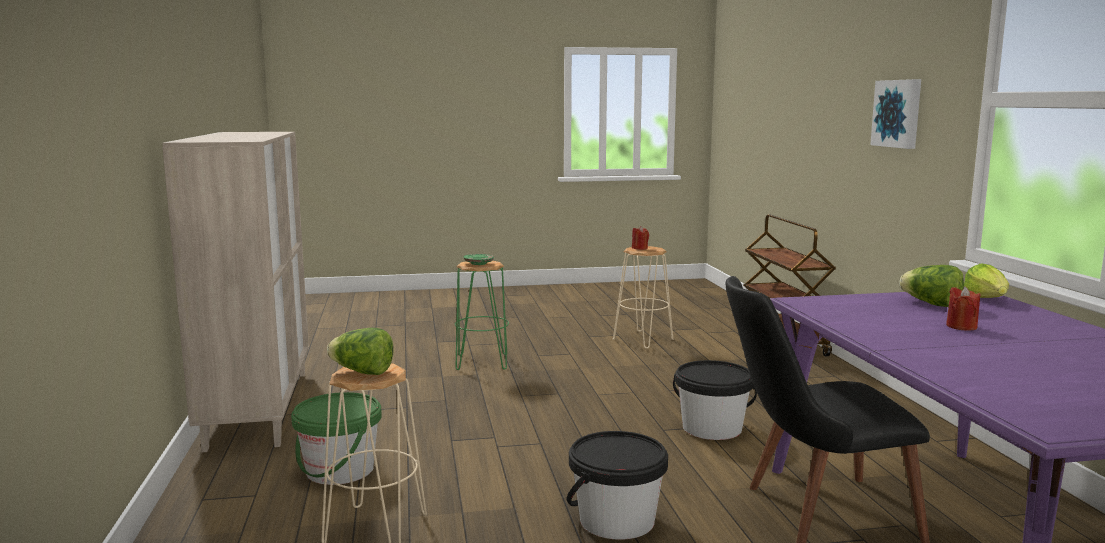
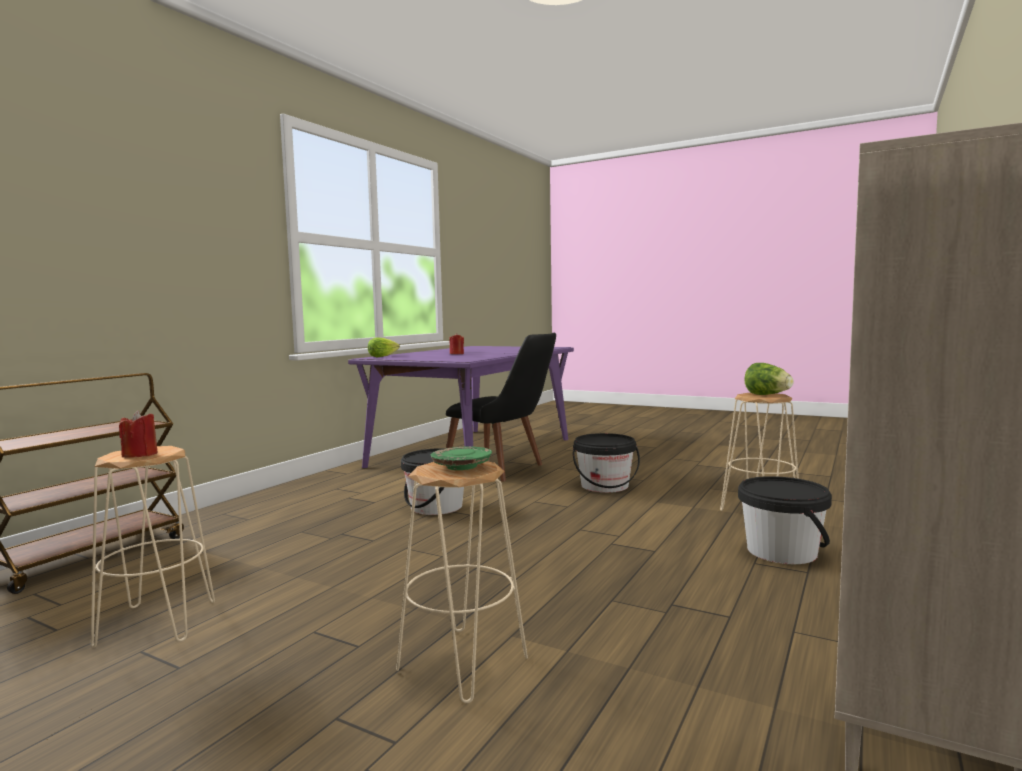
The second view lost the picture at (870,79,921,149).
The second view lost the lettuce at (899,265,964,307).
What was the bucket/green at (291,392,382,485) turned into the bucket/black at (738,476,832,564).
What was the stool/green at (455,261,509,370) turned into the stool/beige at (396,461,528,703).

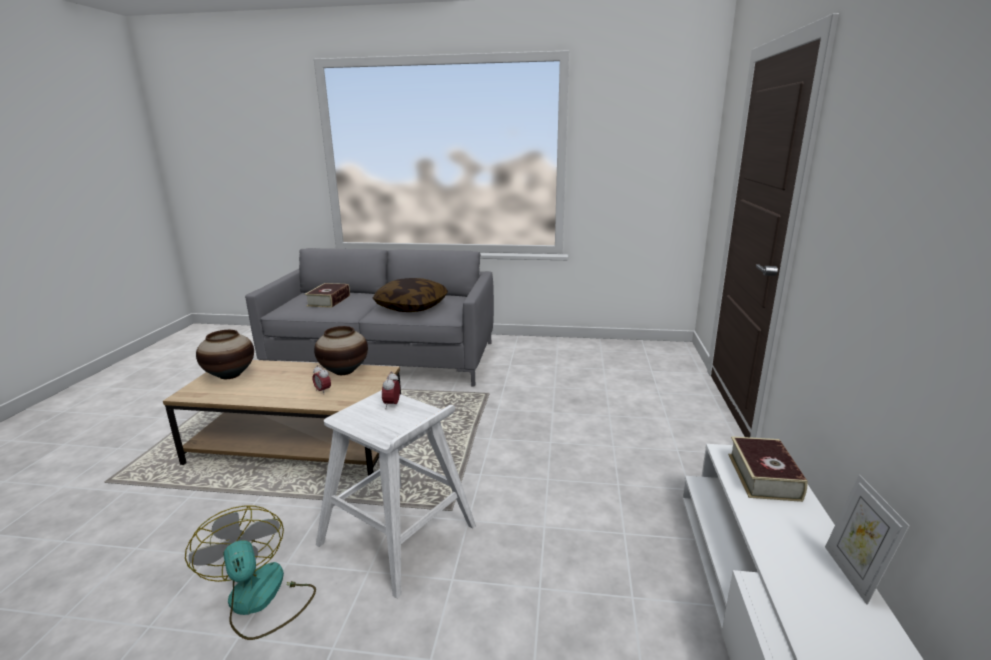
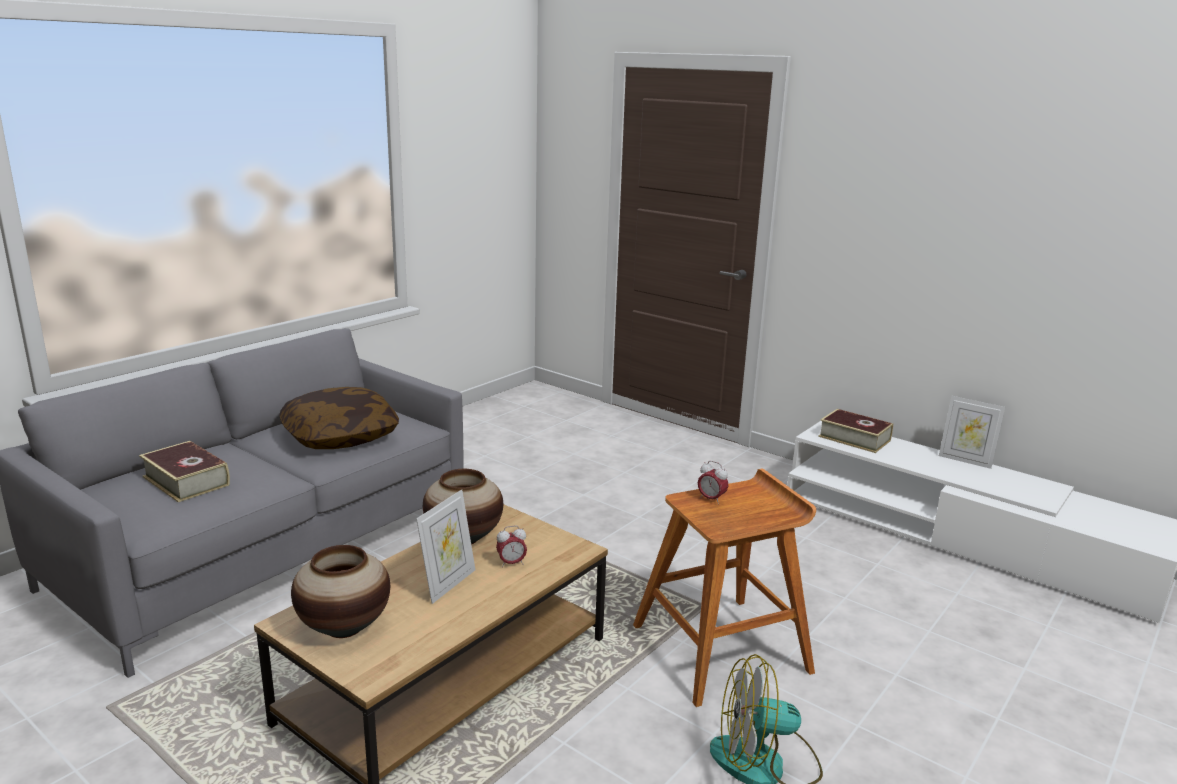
The second view gained the picture frame at (416,490,475,604).
What was the stool/white at (316,390,476,599) turned into the stool/brown at (633,469,816,707).

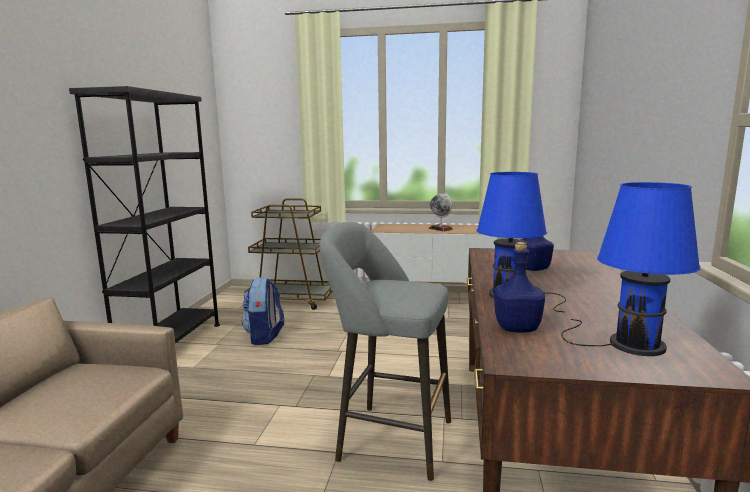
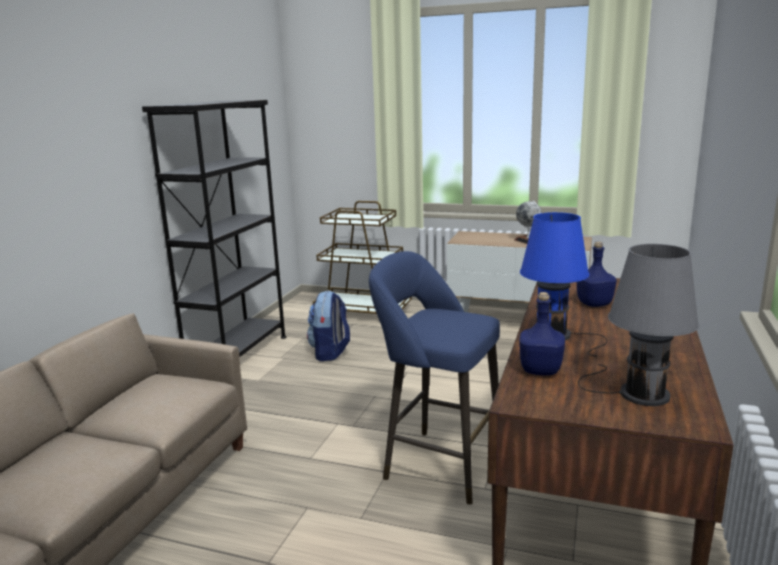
What was the stool/grey at (319,222,451,481) turned into the stool/blue at (369,251,500,505).
What was the table lamp/blue at (561,182,701,356) turned into the table lamp/grey at (578,244,699,406).

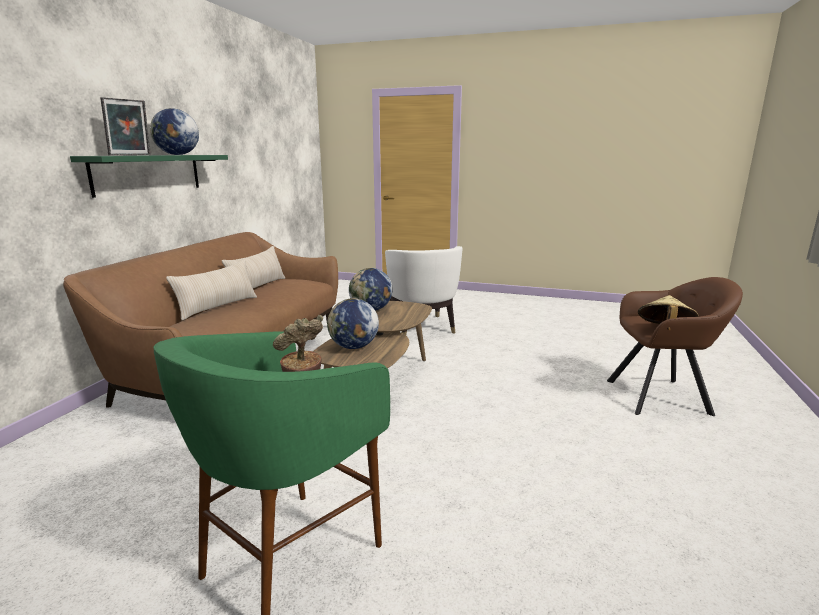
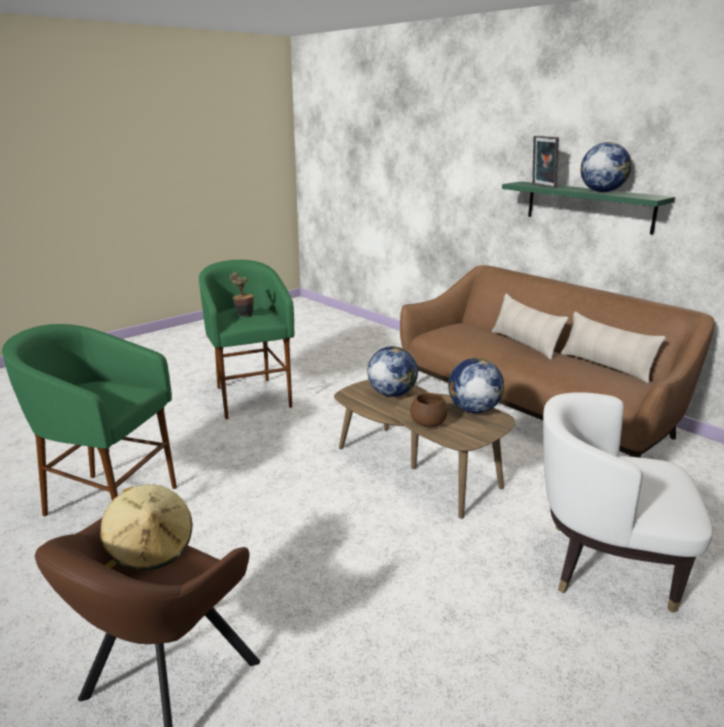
The second view gained the stool/green at (2,324,177,516).
The second view gained the bowl/brown at (410,393,447,427).

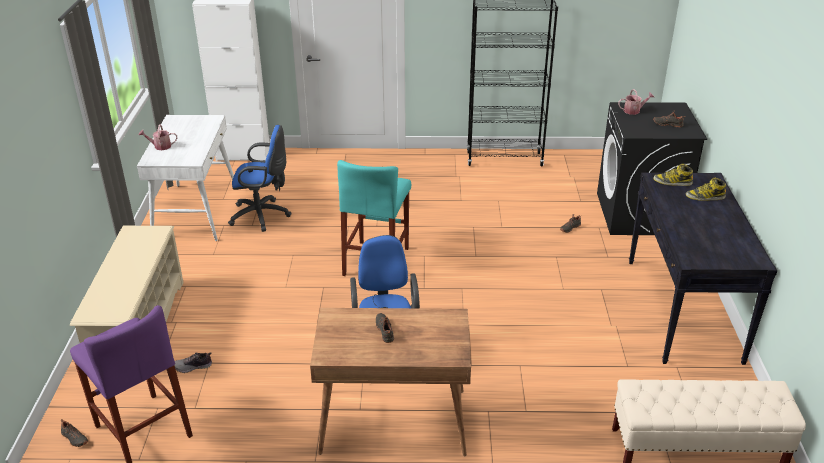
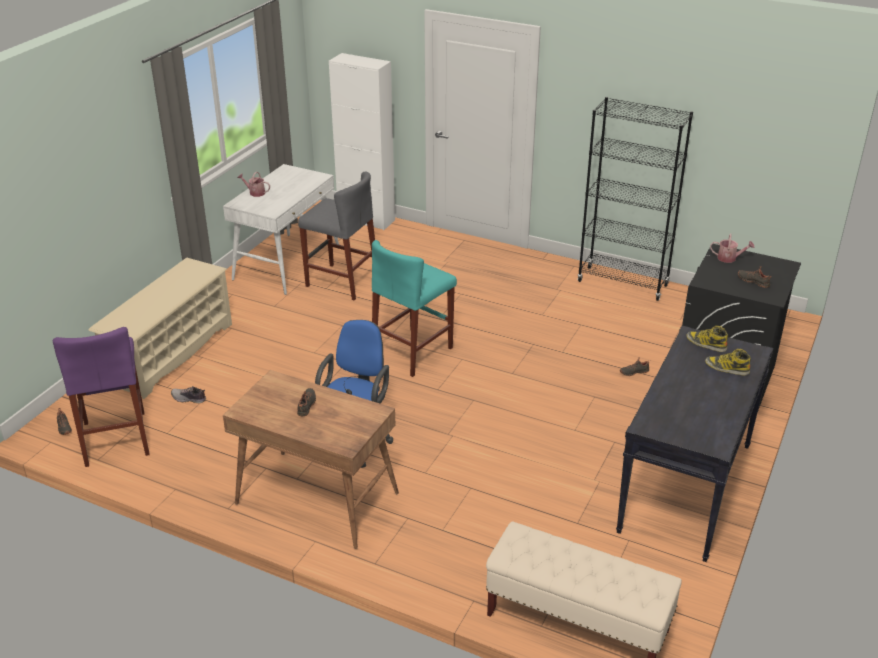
Where the office chair/blue stood at (228,125,291,232), the stool/grey came to stand at (298,171,375,301).

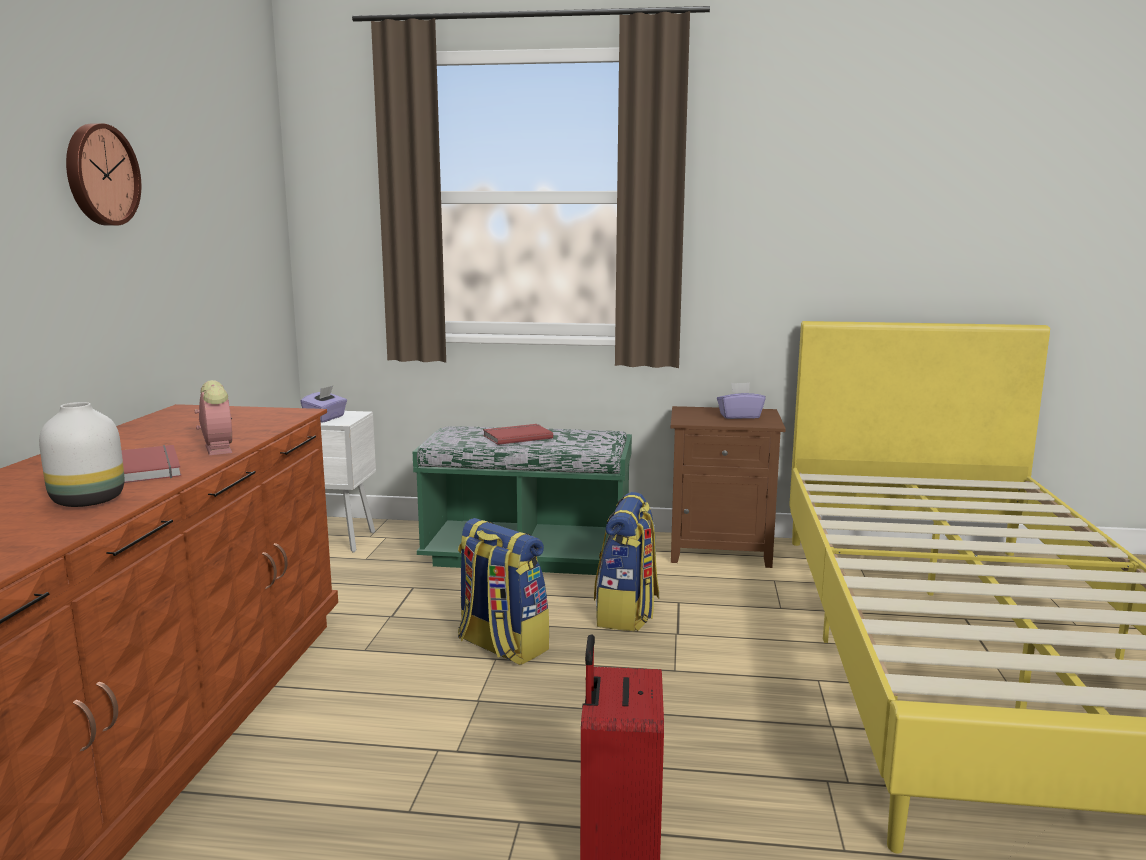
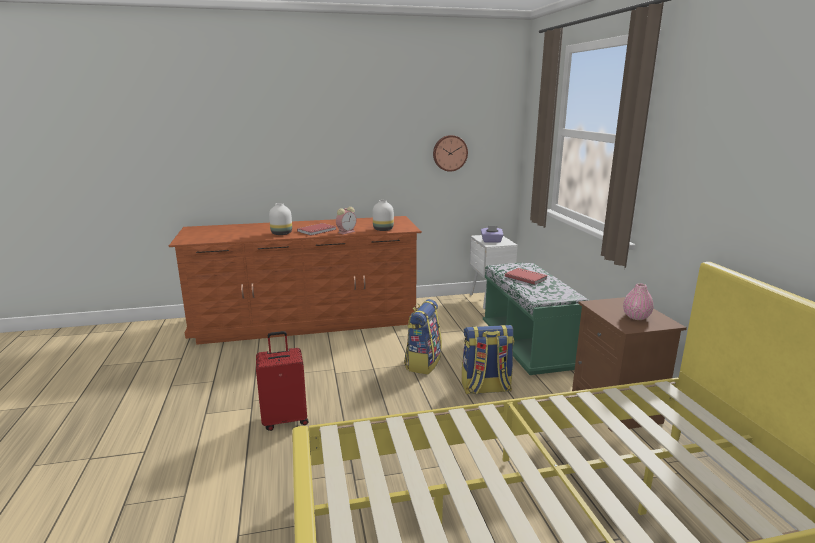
The second view gained the vase/white at (373,200,394,231).
The wall clock ended up elsewhere, having gone from (66,123,141,226) to (433,135,468,172).
Where the tissue box/purple stood at (717,383,766,419), the vase/pink came to stand at (623,283,654,320).

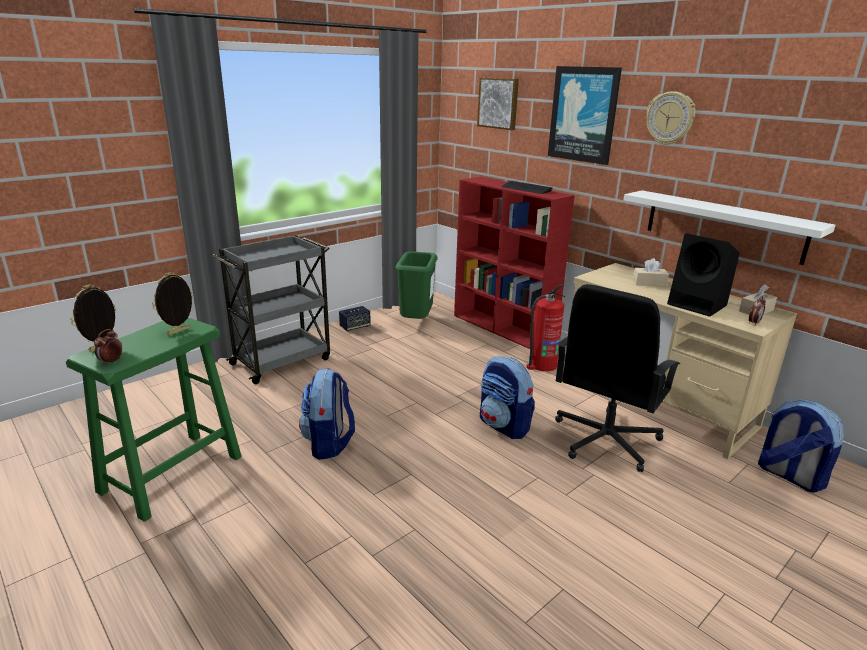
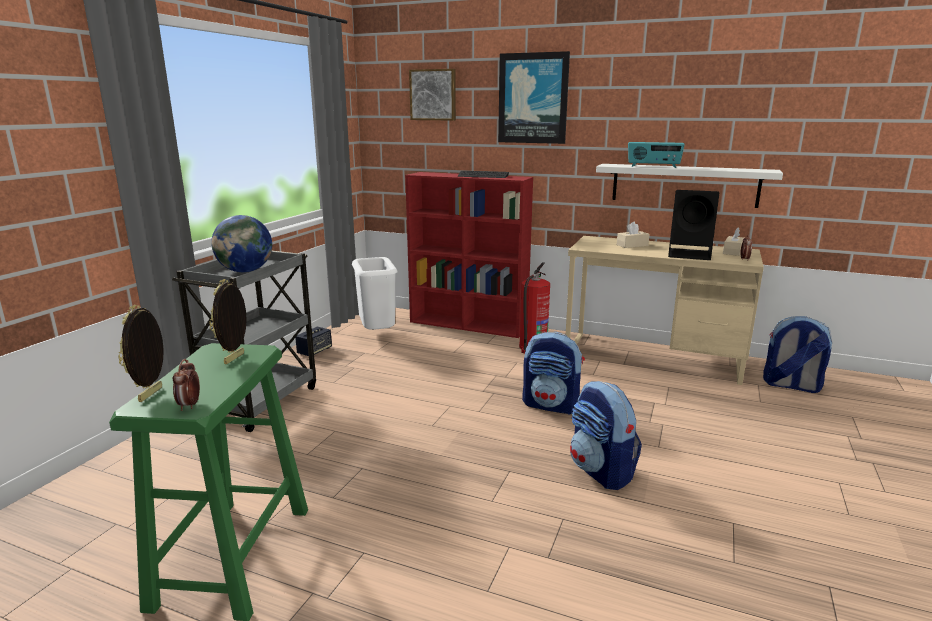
The second view lost the office chair/black at (555,284,680,472).
The second view lost the wall clock at (646,91,695,145).
The second view gained the globe at (211,215,272,272).
The second view gained the radio at (628,142,685,168).
The backpack ended up elsewhere, having gone from (299,368,355,460) to (570,381,642,490).
What was the trash can/green at (395,251,438,319) turned into the trash can/white at (352,257,397,330).

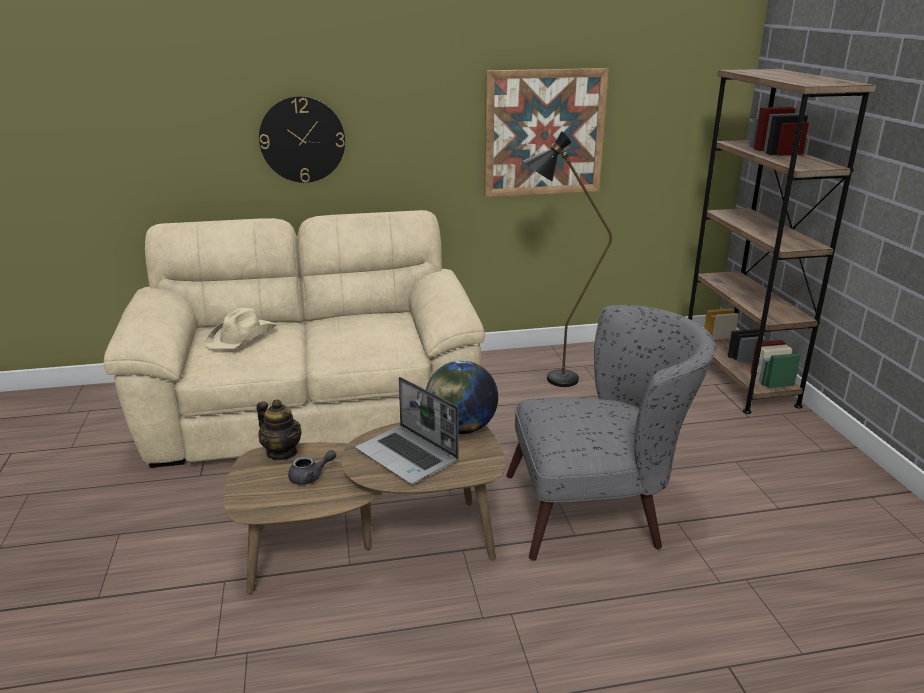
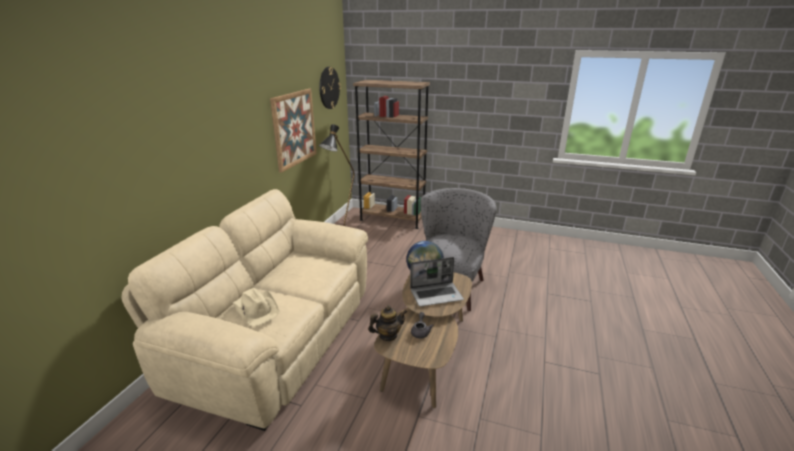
The wall clock ended up elsewhere, having gone from (259,96,345,183) to (319,67,341,109).

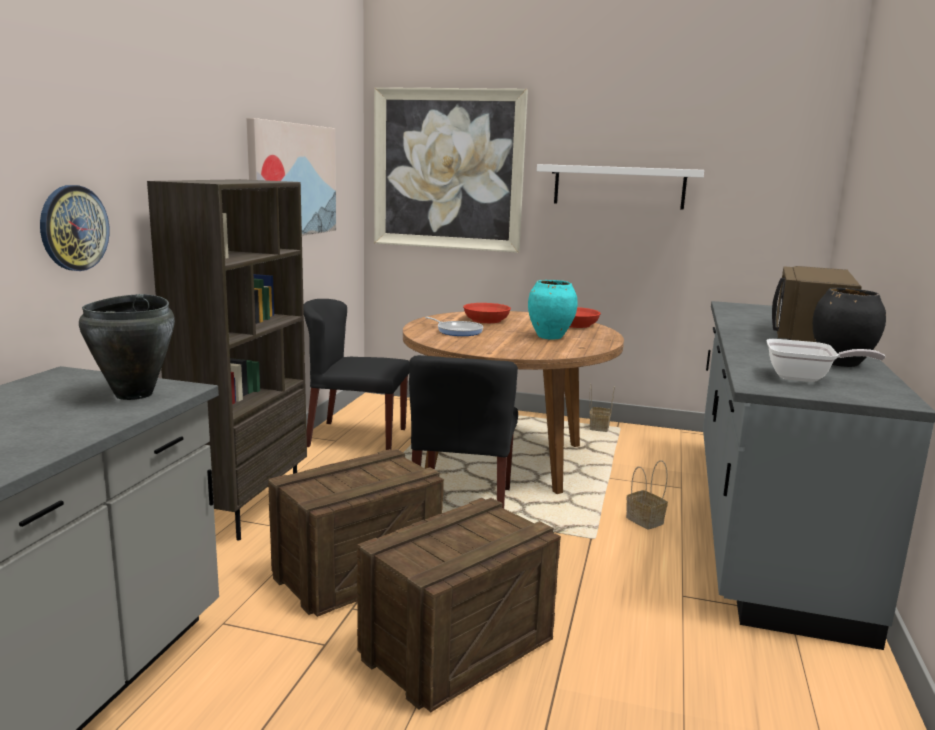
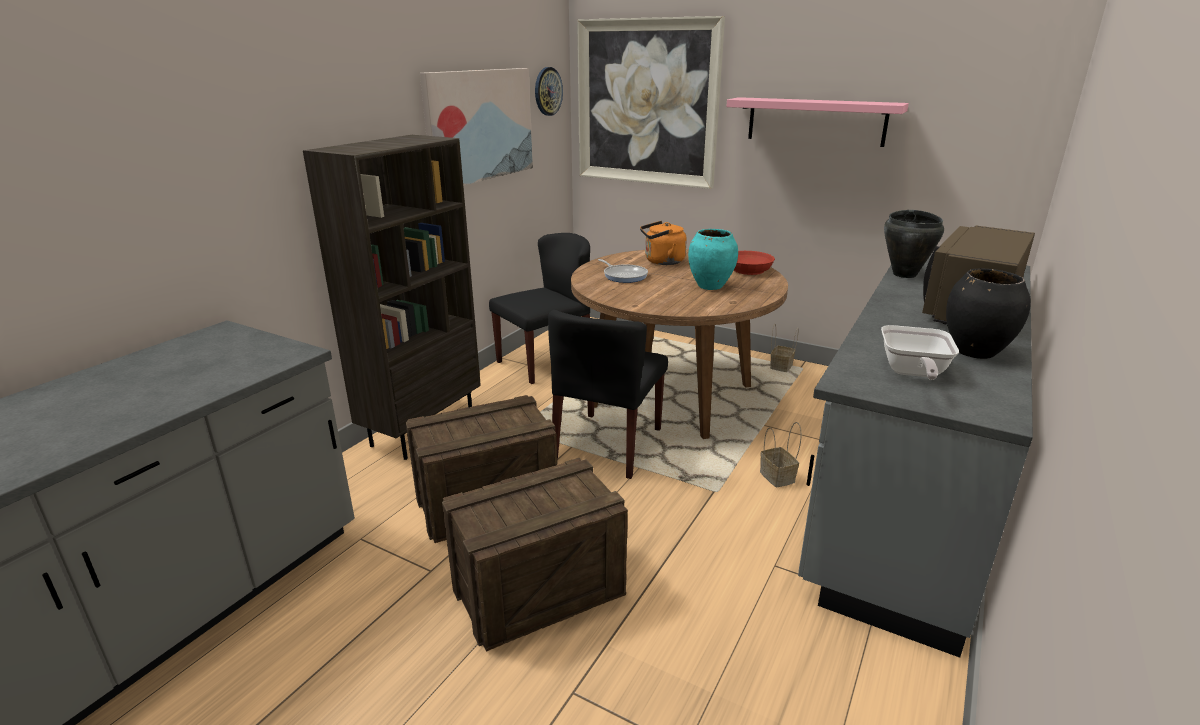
The wall clock ended up elsewhere, having gone from (40,185,110,271) to (535,67,563,116).
The cooking pot/black ended up elsewhere, having gone from (79,294,175,400) to (884,210,944,278).
Where the bowl/red stood at (463,303,511,323), the kettle/orange came to stand at (640,221,687,265).
What was the shelf/white at (537,164,704,210) turned into the shelf/pink at (726,97,909,147).
The chair/black at (304,299,410,450) ended up facing another way, 120 degrees clockwise from before.
The frying pan at (766,339,885,382) ended up facing another way, 75 degrees clockwise from before.

